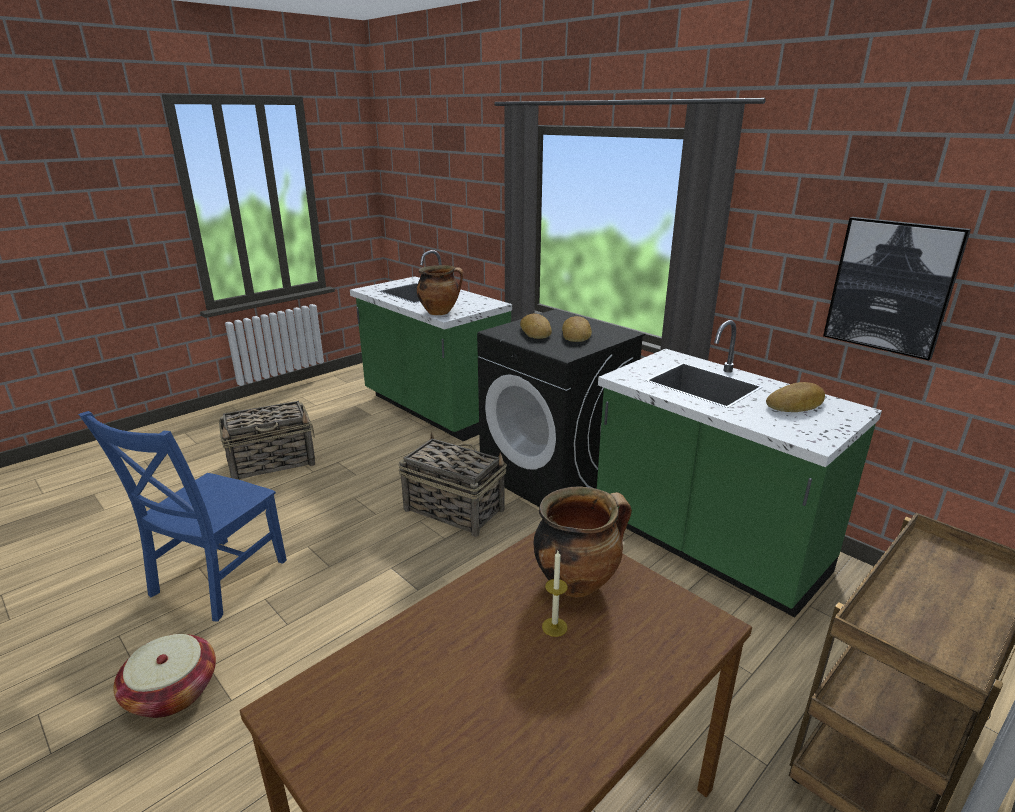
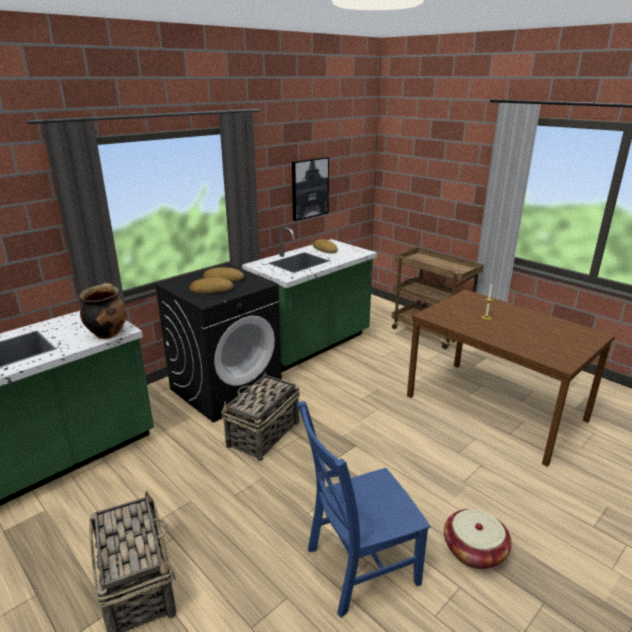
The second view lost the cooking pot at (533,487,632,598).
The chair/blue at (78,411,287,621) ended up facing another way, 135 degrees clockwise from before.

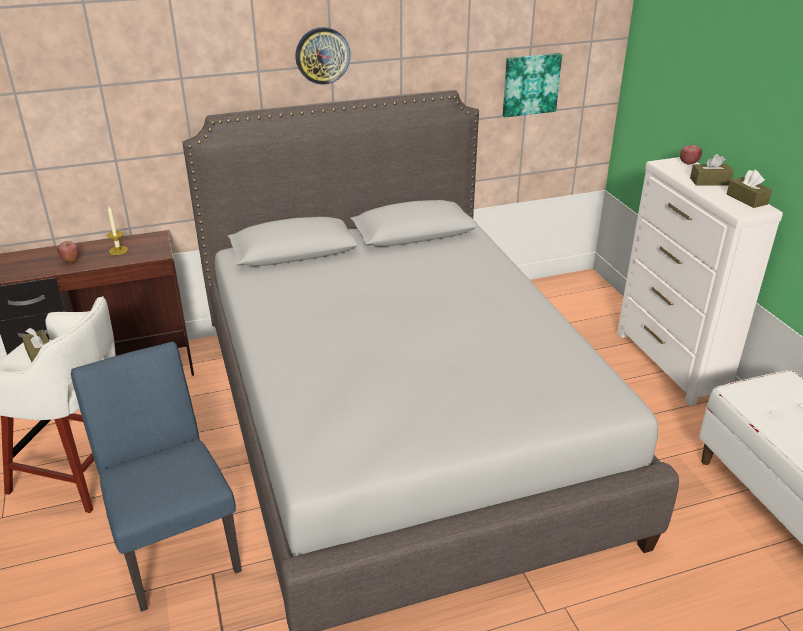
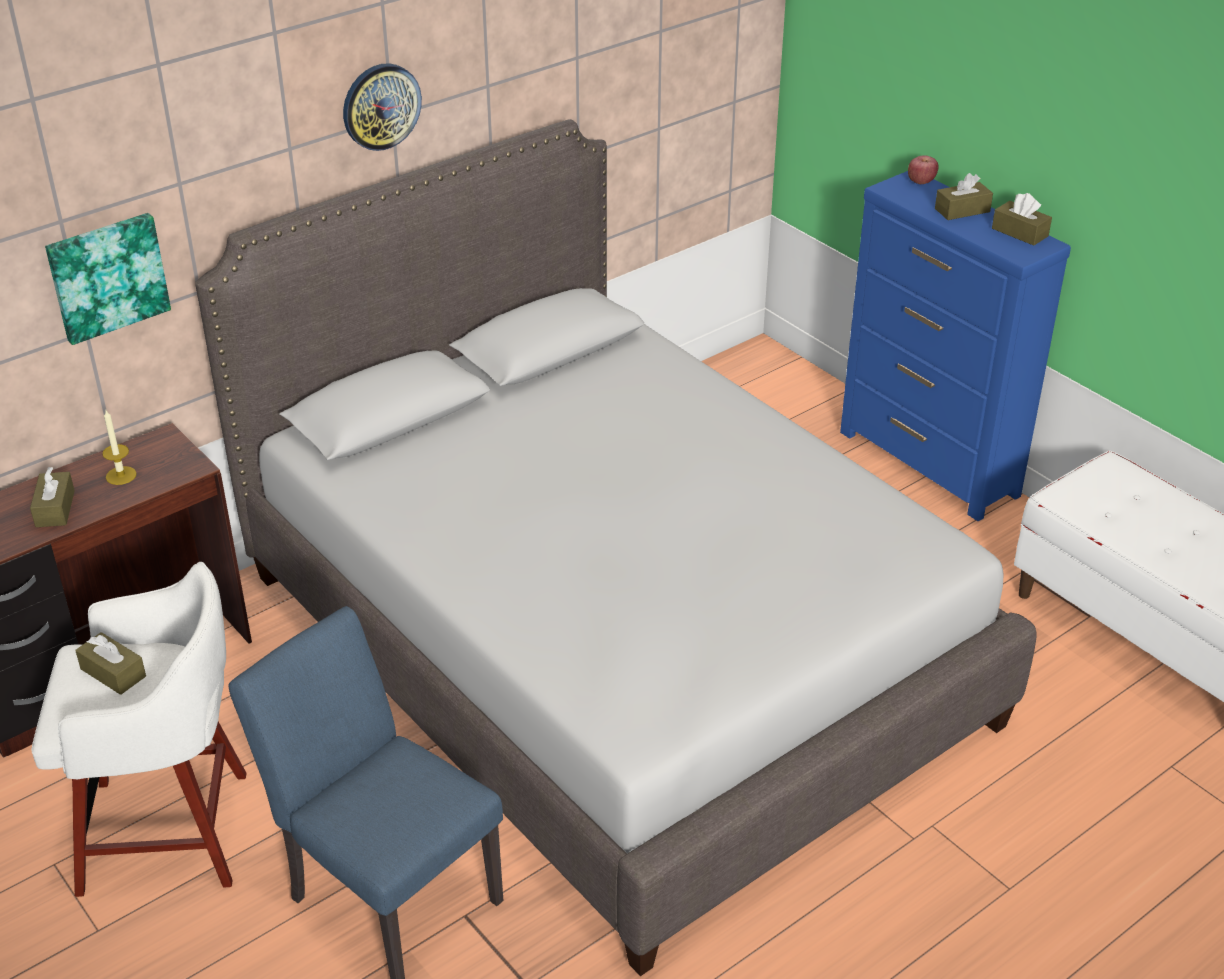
The picture ended up elsewhere, having gone from (503,53,562,117) to (45,213,171,345).
Where the apple stood at (57,241,79,263), the tissue box/brown came to stand at (30,467,75,527).
What was the dresser/white at (617,157,783,406) turned into the dresser/blue at (840,171,1071,521).

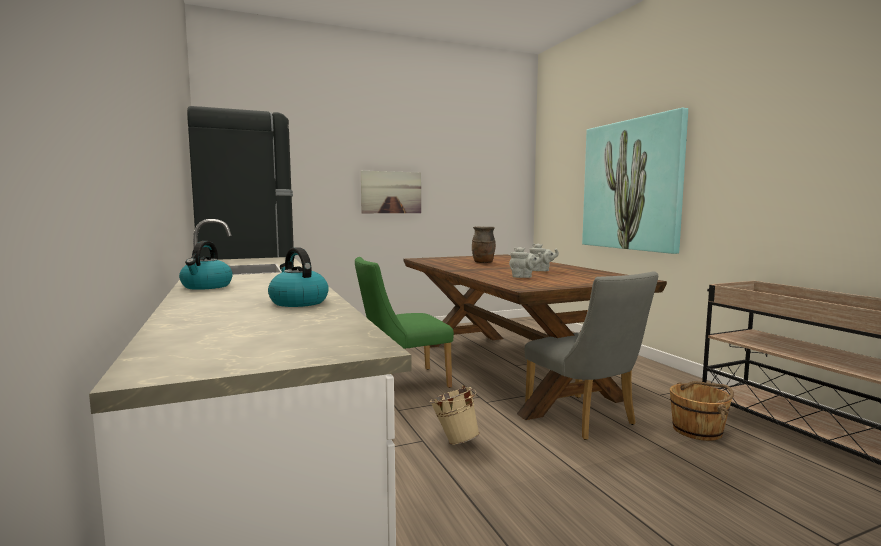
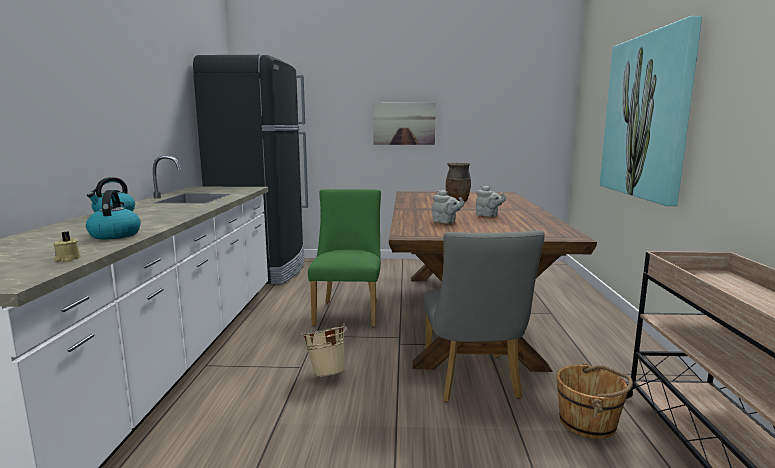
The second view gained the candle/beige at (54,231,81,262).
The chair/green at (355,257,454,388) ended up facing another way, 90 degrees clockwise from before.

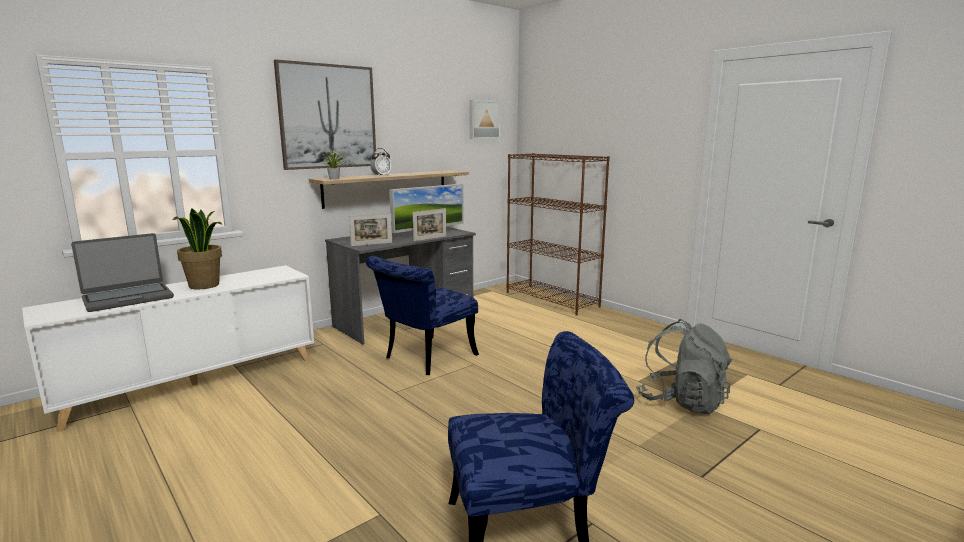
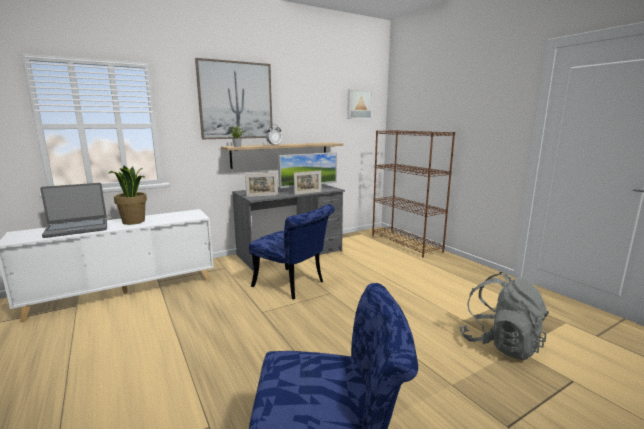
The chair/blue at (366,256,479,375) ended up facing another way, 105 degrees counterclockwise from before.

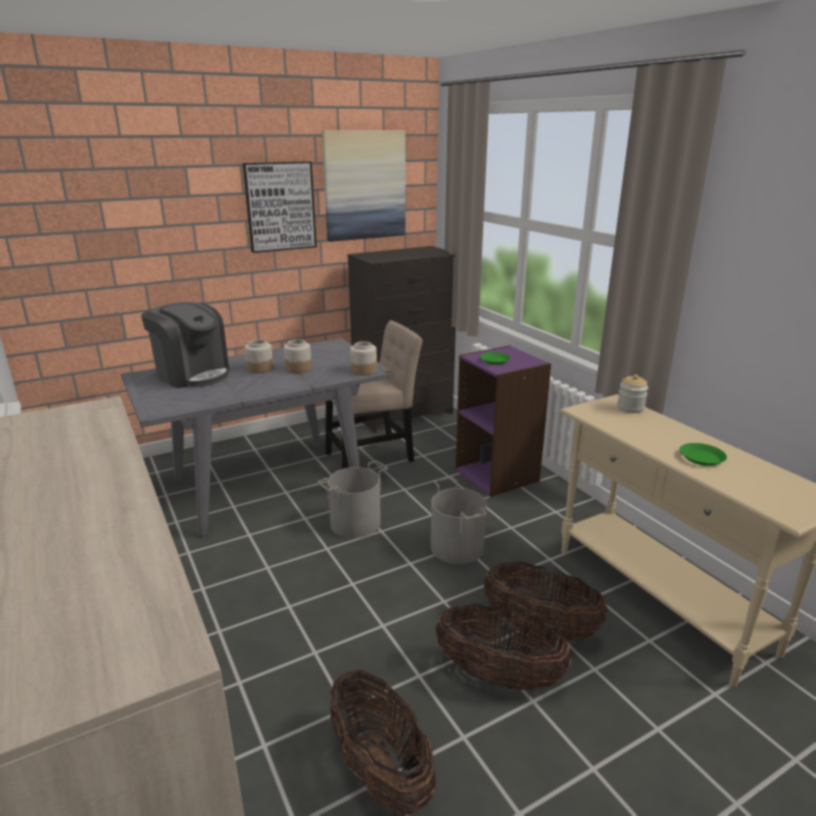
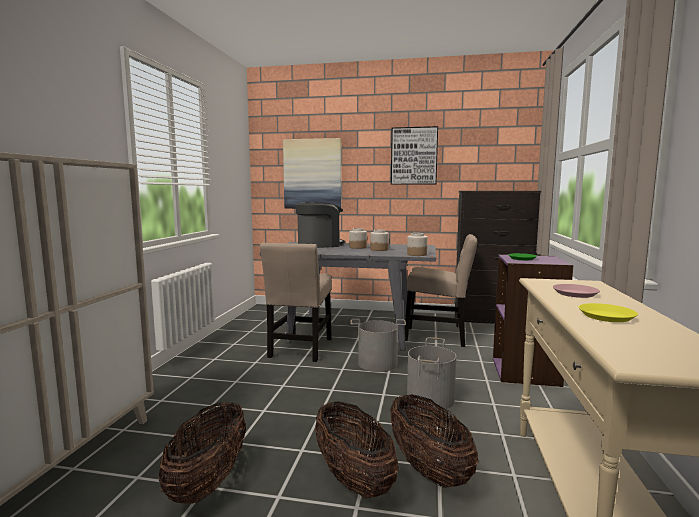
The second view lost the jar at (617,374,648,413).
The second view gained the chair/beige at (260,243,332,362).
The second view gained the plate/pink at (553,284,600,298).
The picture ended up elsewhere, having gone from (322,130,406,242) to (283,138,341,209).
What was the plate/green at (680,443,727,466) turned into the plate/yellow at (579,303,638,322).
The coffee machine at (141,302,229,388) ended up facing another way, 105 degrees counterclockwise from before.

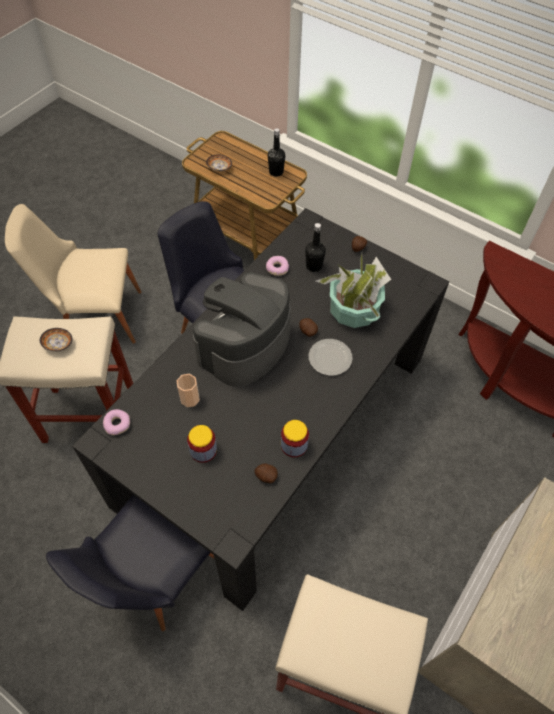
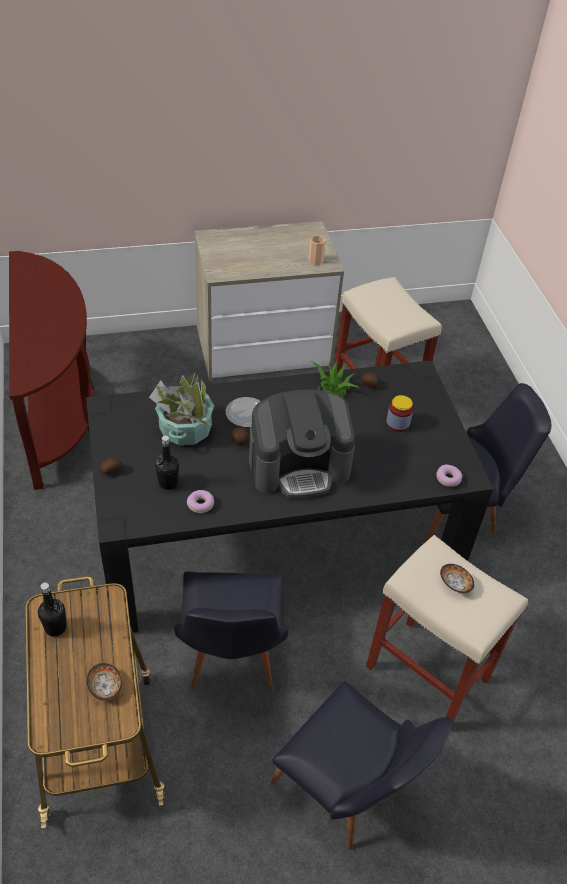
The cup ended up elsewhere, having gone from (177,374,200,407) to (308,235,326,265).
Where the jar stood at (281,420,309,457), the potted plant came to stand at (311,360,360,398).
What was the chair/beige at (5,204,141,344) turned into the chair/black at (270,681,452,850).

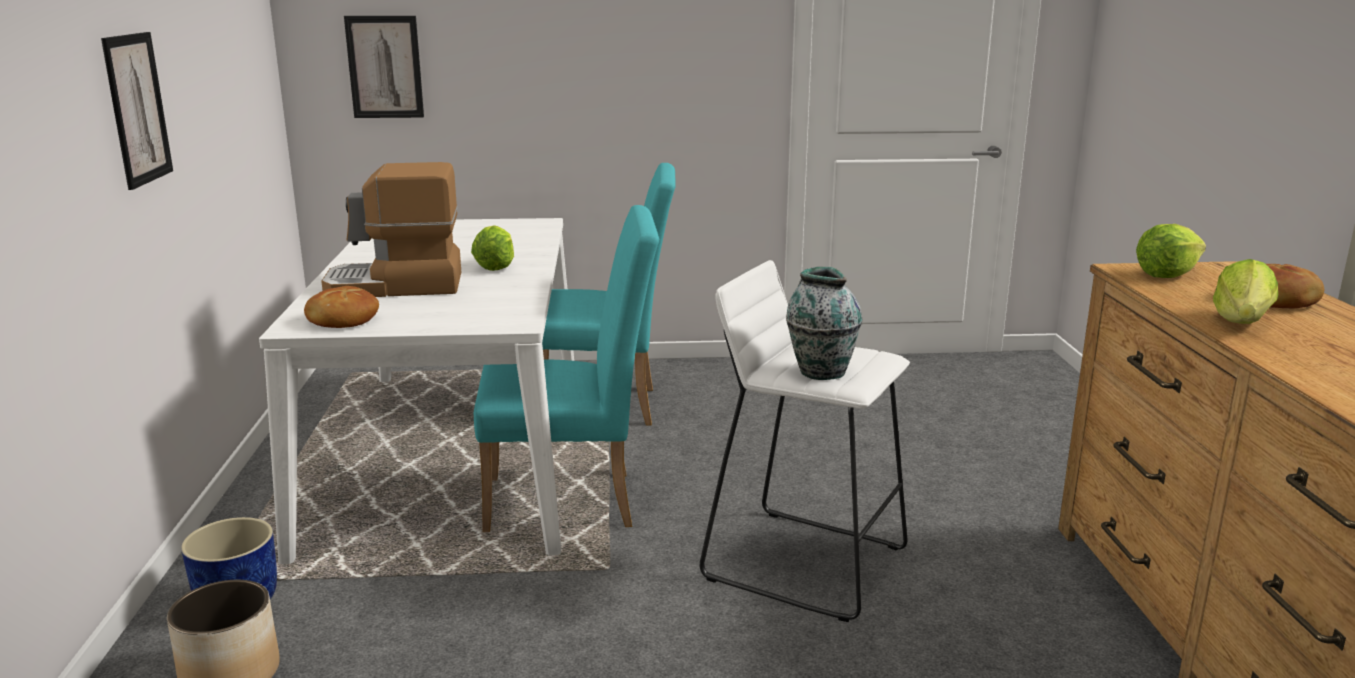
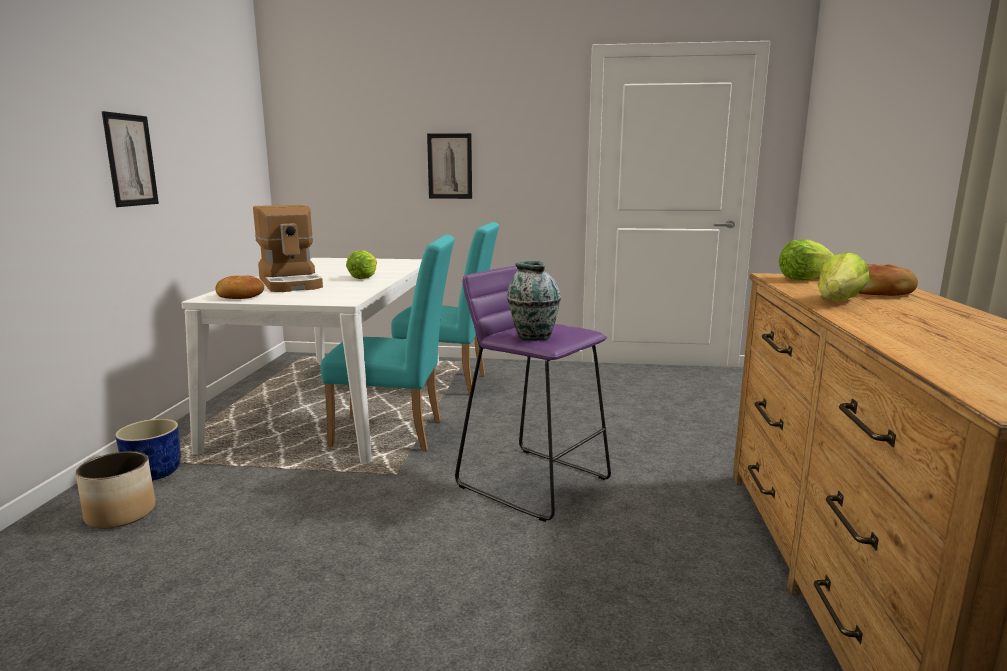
The picture ended up elsewhere, having gone from (344,16,424,118) to (427,133,472,199).
What was the stool/white at (700,260,910,622) turned into the stool/purple at (455,266,611,522).
The coffee machine at (321,162,461,297) ended up facing another way, 120 degrees counterclockwise from before.

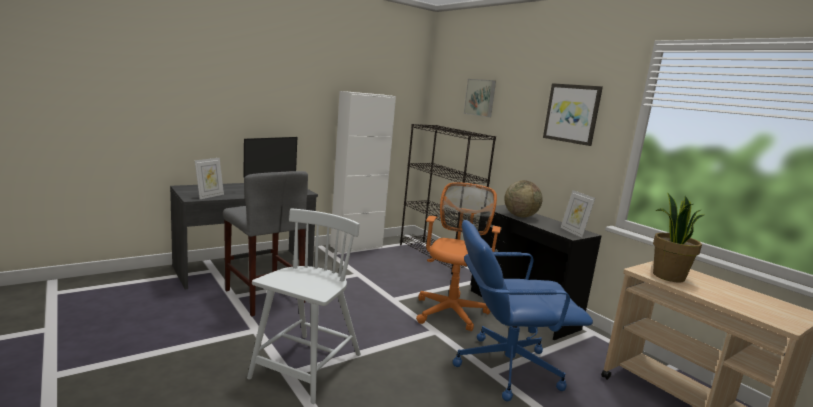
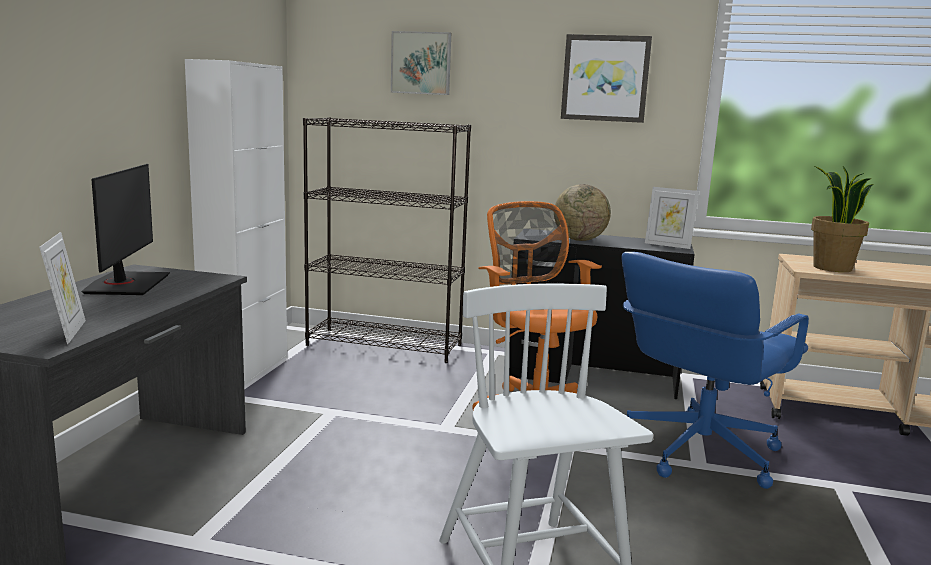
The second view lost the stool/grey at (223,171,308,316).

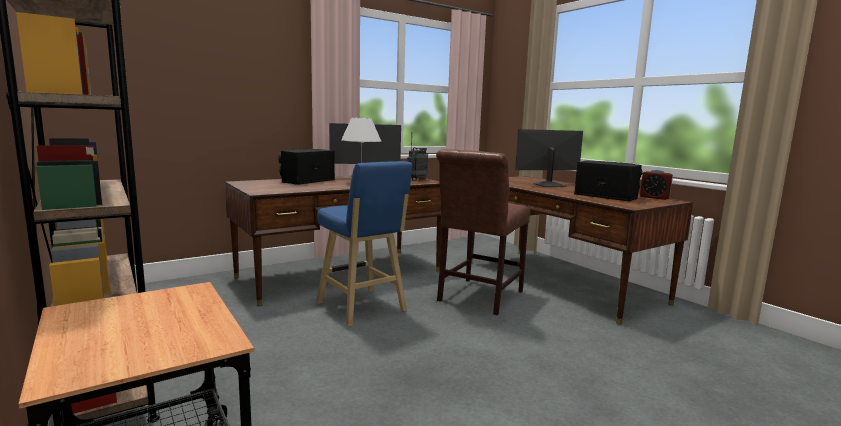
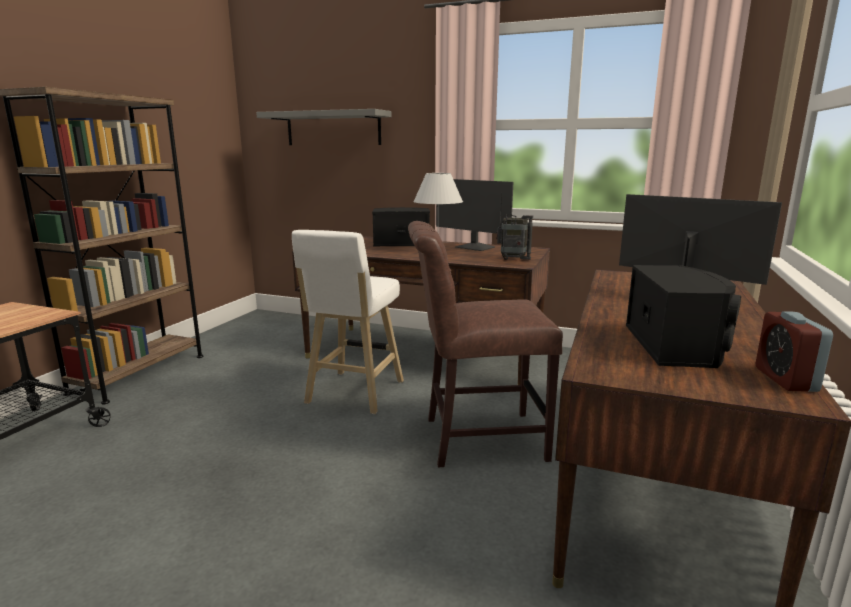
The second view gained the shelf/grey at (256,109,392,145).
What was the stool/blue at (316,161,412,327) turned into the stool/white at (292,230,404,414).

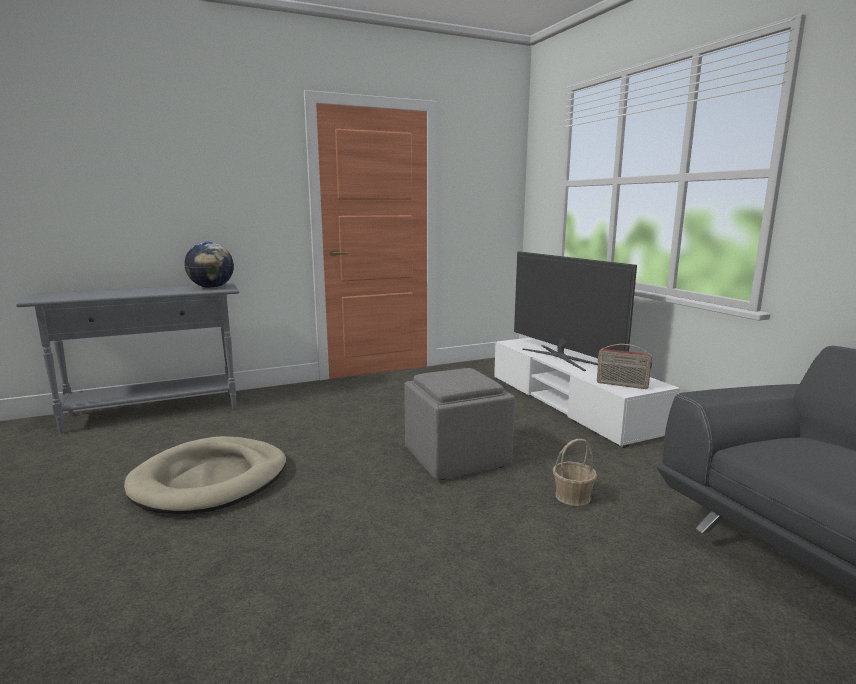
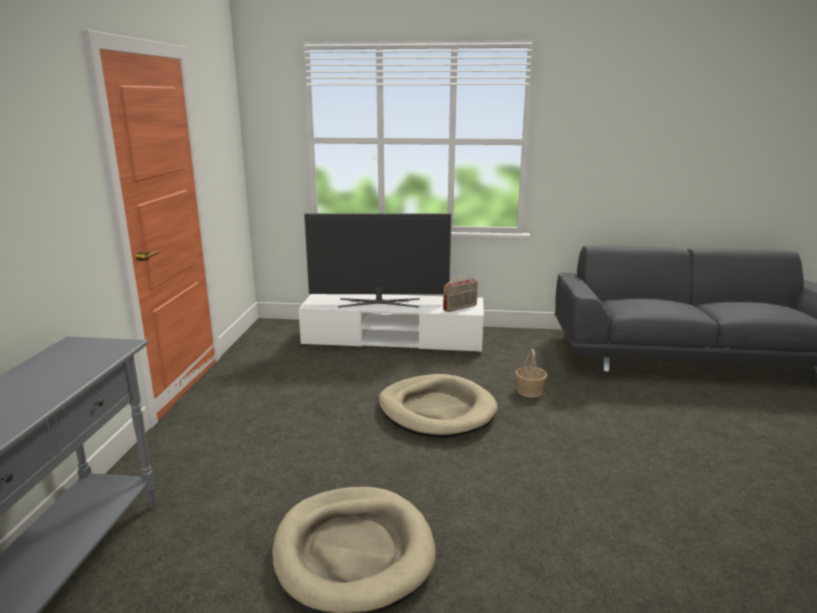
The second view lost the globe at (184,242,234,288).
Where the ottoman/grey stood at (404,368,515,480), the dog bed/beige came to stand at (378,374,498,438).

